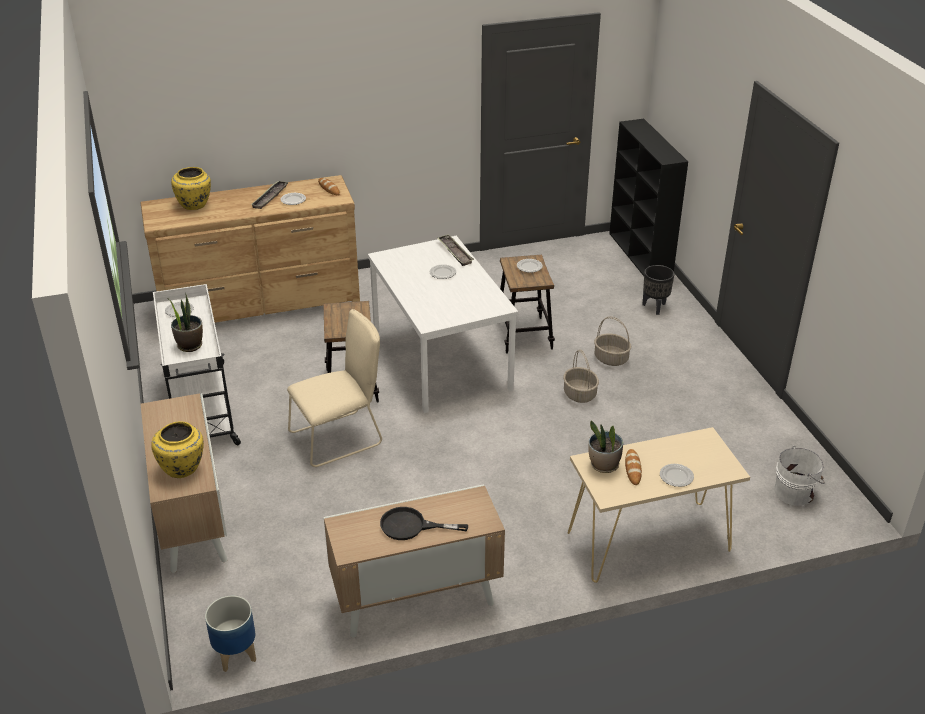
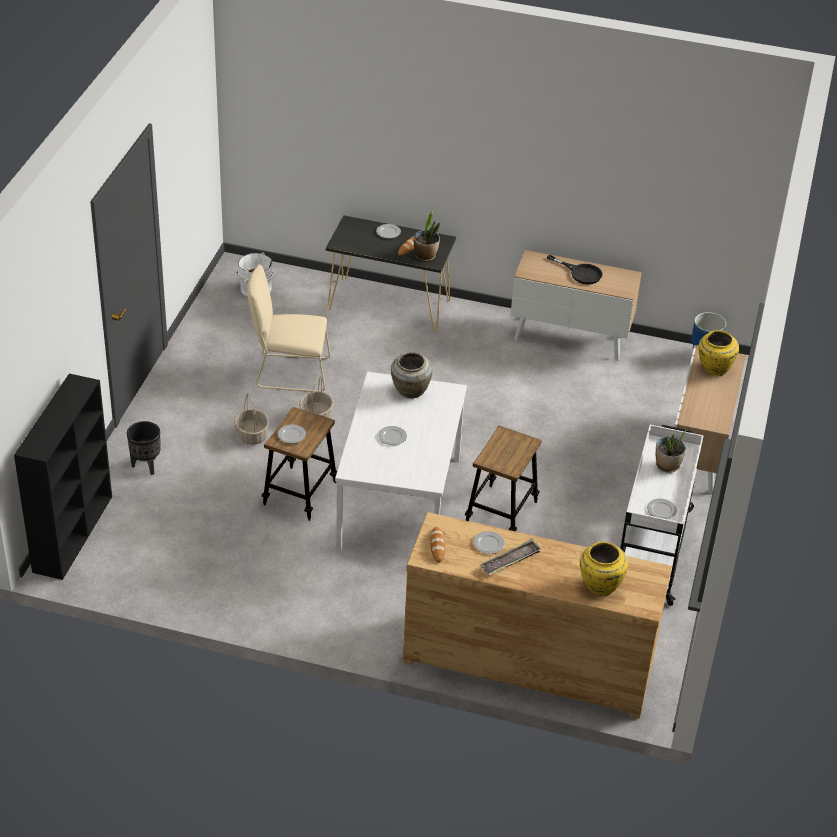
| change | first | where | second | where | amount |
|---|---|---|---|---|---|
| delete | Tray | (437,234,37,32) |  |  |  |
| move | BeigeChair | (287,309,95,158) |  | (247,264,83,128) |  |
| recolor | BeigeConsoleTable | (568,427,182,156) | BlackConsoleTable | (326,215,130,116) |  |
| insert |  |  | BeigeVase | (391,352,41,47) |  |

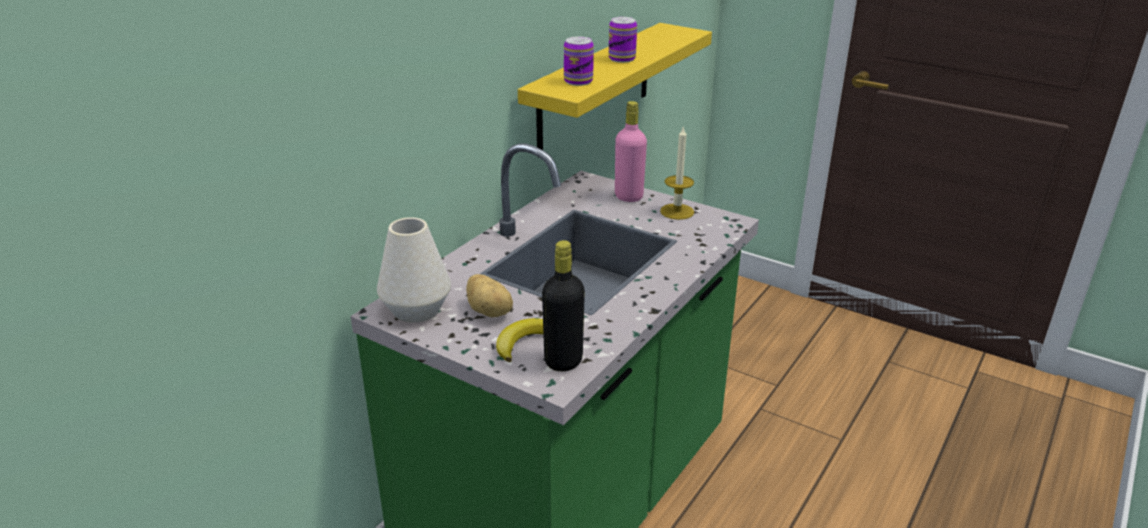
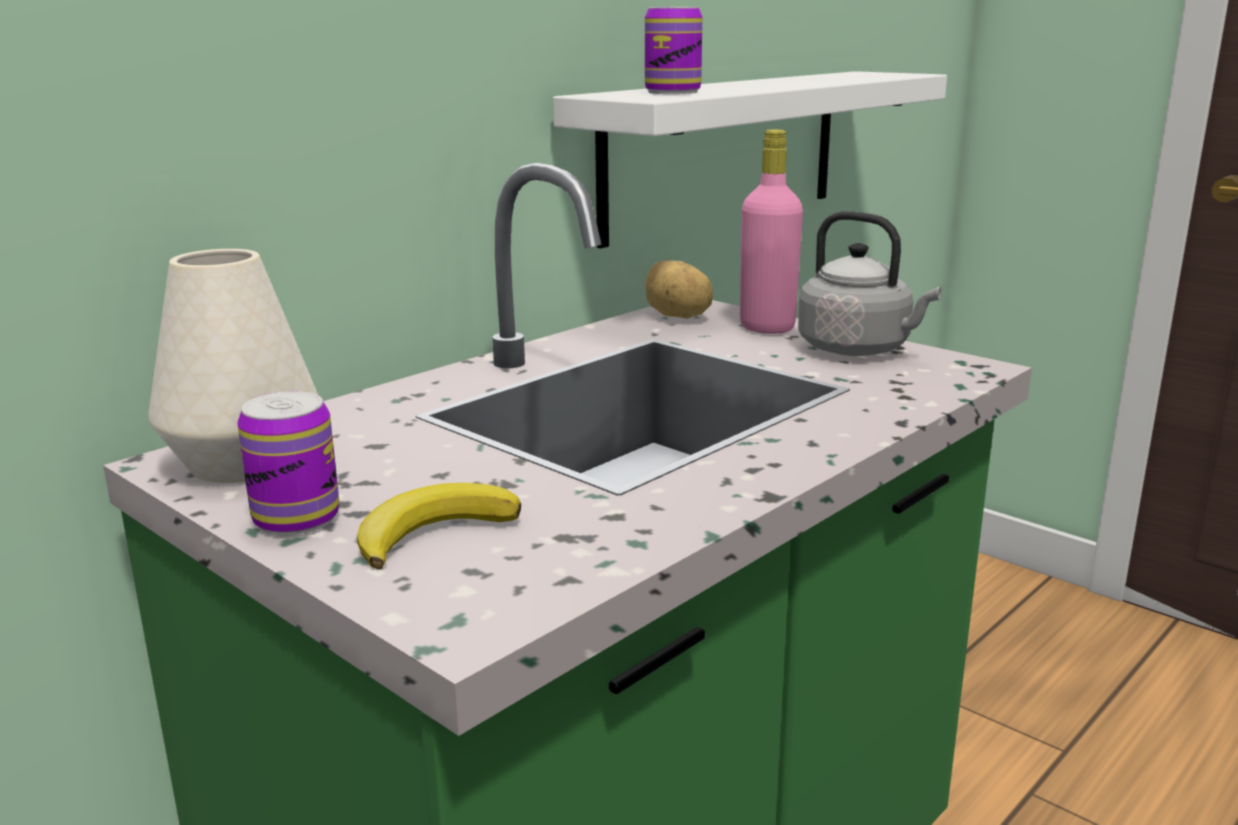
| change | first | where | second | where | amount |
|---|---|---|---|---|---|
| move | Can | (609,17,28,46) |  | (237,391,102,144) |  |
| recolor | YellowShelf | (518,23,194,127) | WhiteShelf | (553,71,394,178) |  |
| replace | Candle | (660,125,34,95) | GreyKettle | (798,211,143,145) |  |
| delete | BlackBottle | (542,240,43,131) |  |  |  |
| move | Potato | (466,274,47,43) |  | (645,260,68,59) |  |

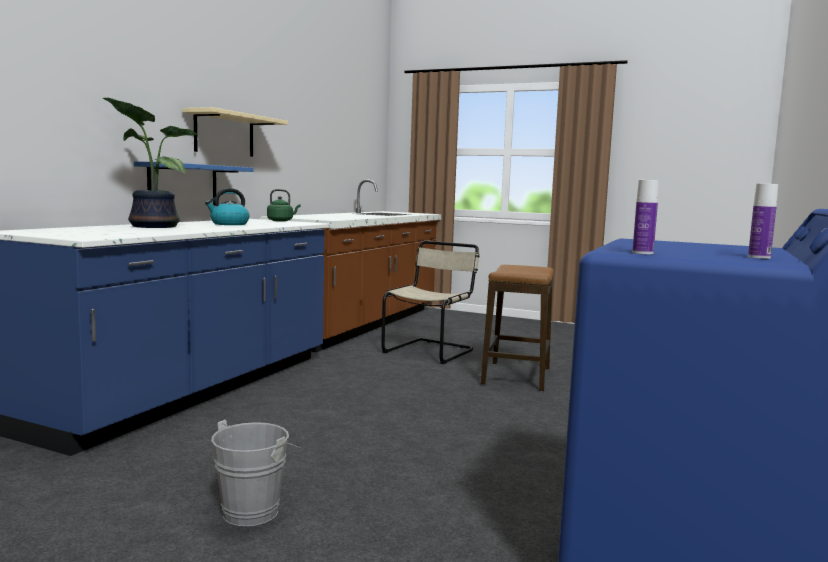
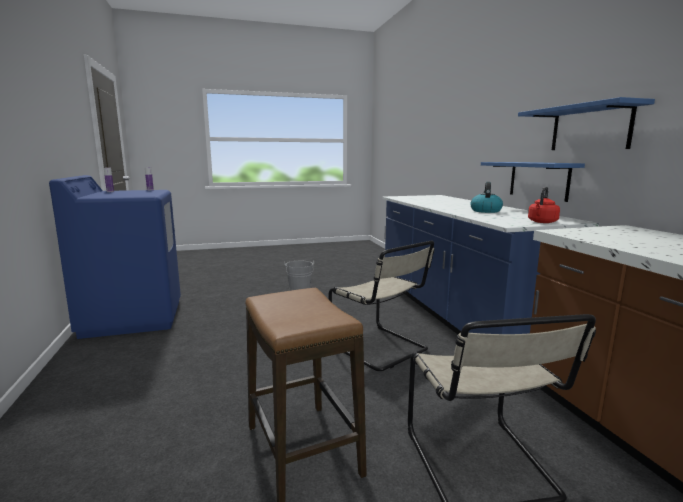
| change | first | where | second | where | amount |
|---|---|---|---|---|---|
| delete | PottedPlant | (103,97,95,131) |  |  |  |
| recolor | BeigeShelf | (182,107,106,50) | BlueShelf | (518,97,137,53) |  |
| recolor | GreenKettle | (267,189,34,33) | RedKettle | (528,187,32,36) |  |
| insert |  |  | BeigeChair | (329,241,105,130) |  |

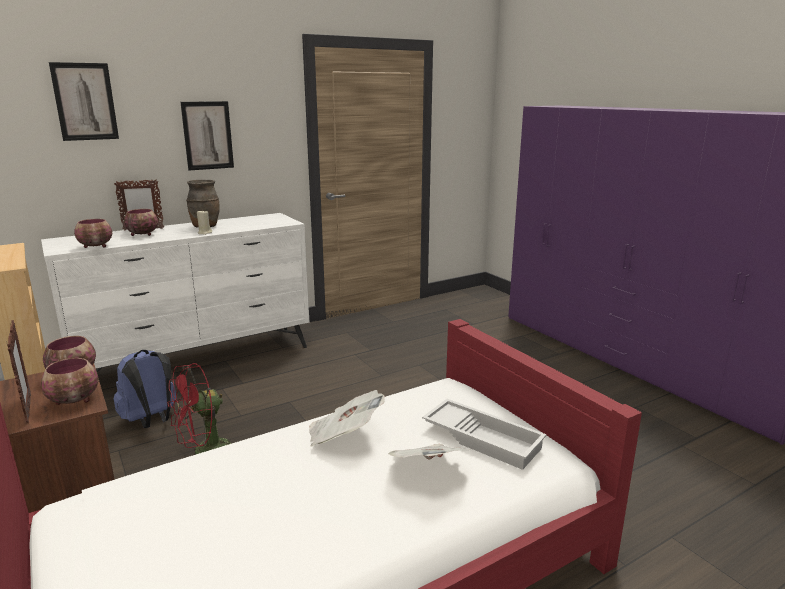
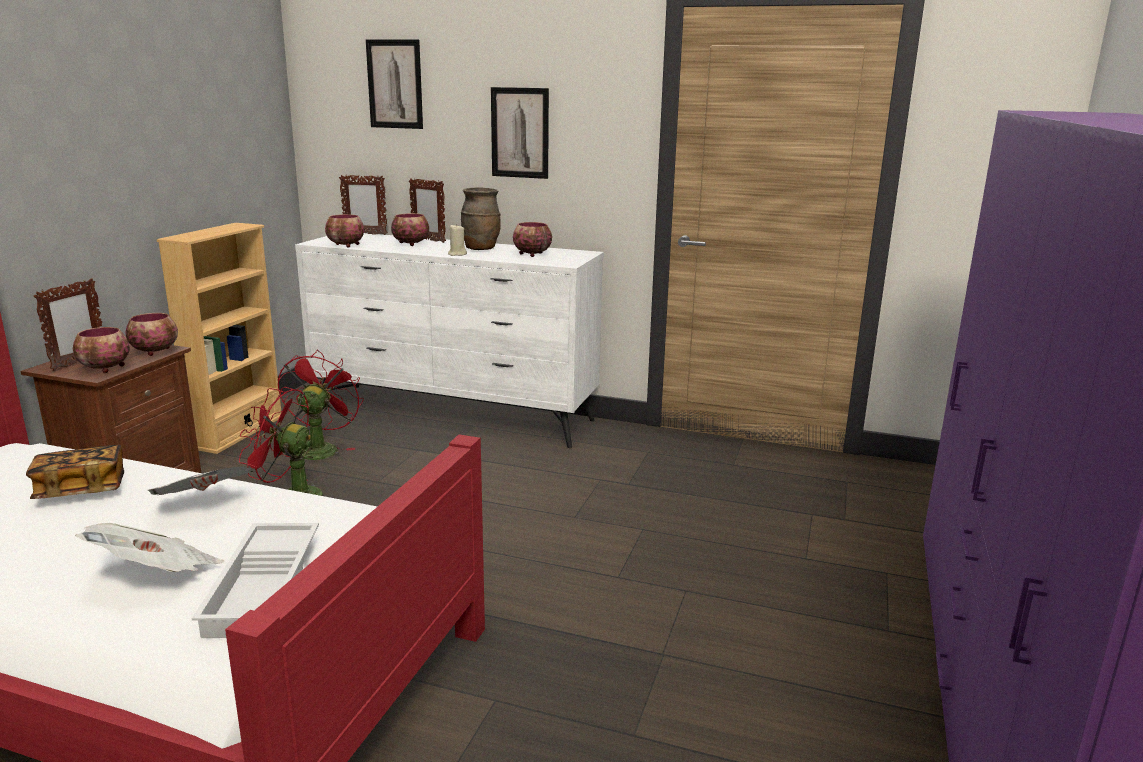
| change | first | where | second | where | amount |
|---|---|---|---|---|---|
| replace | BlueBackpack | (113,350,63,78) | RedFan | (278,350,86,110) |  |
| insert |  |  | PictureFrame | (339,175,49,60) |  |
| insert |  |  | Bowl | (513,222,39,35) |  |
| insert |  |  | Book | (26,445,98,54) |  |

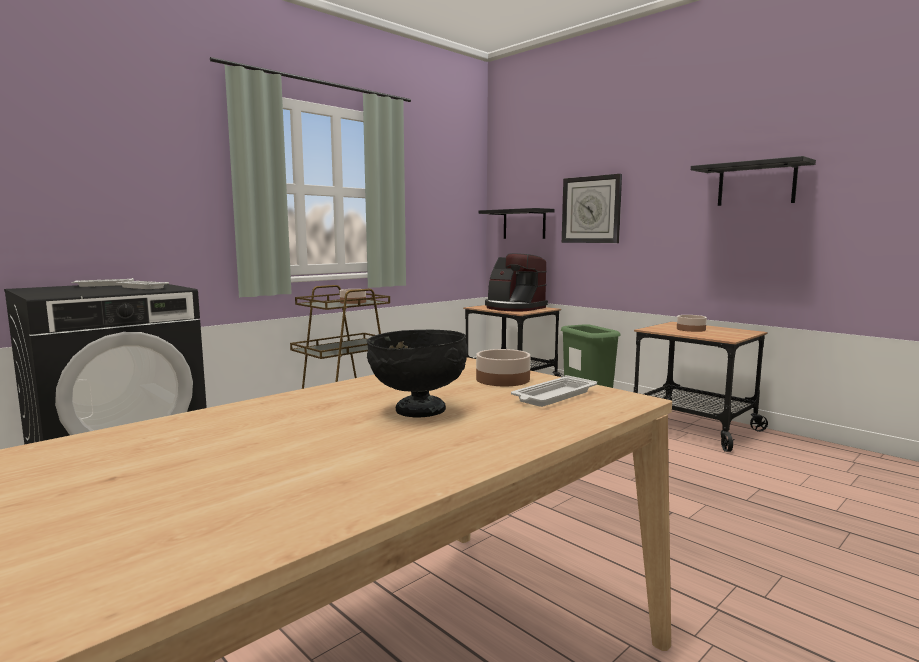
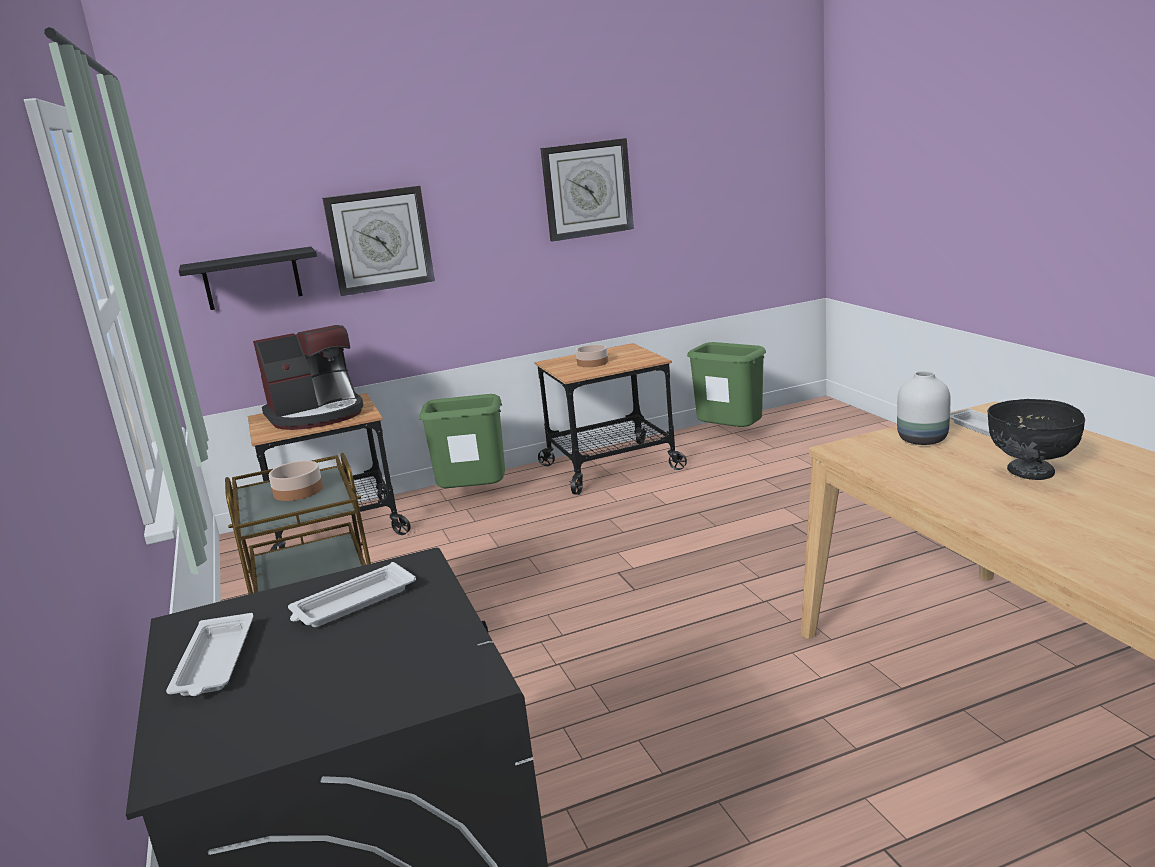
| change | first | where | second | where | amount |
|---|---|---|---|---|---|
| replace | BlackShelf | (691,156,125,50) | WallClock | (540,138,94,104) |  |
| replace | Bowl | (476,349,55,37) | WhiteVase | (897,371,54,74) |  |
| insert |  |  | GreenTrashCan | (687,342,79,85) |  |

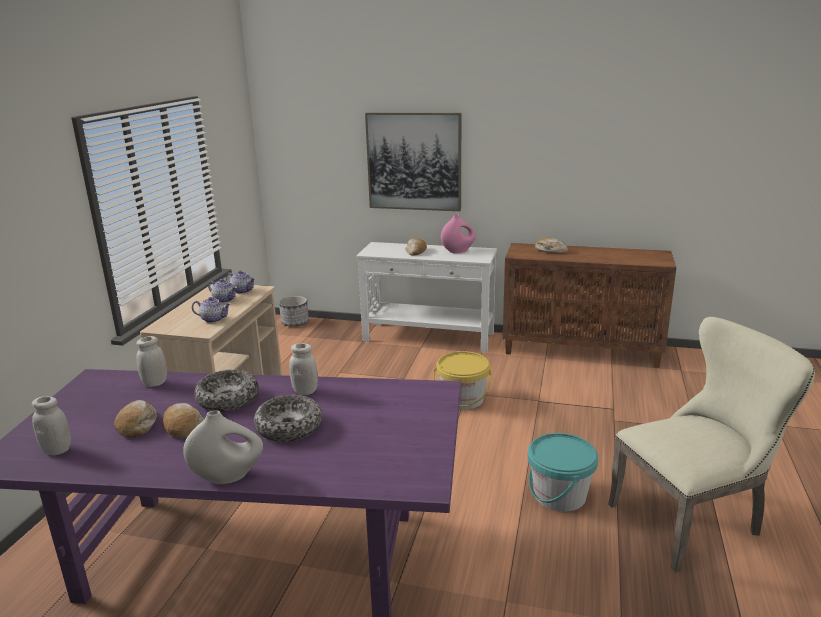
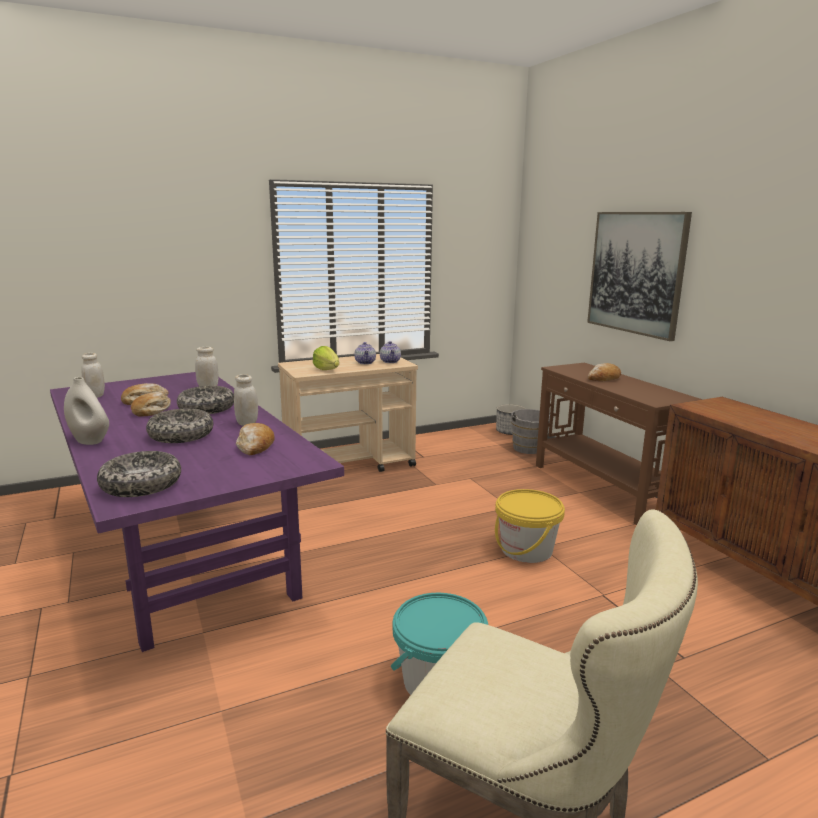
| change | first | where | second | where | amount |
|---|---|---|---|---|---|
| delete | PinkVase | (441,215,35,38) |  |  |  |
| move | Bread | (535,238,33,15) |  | (236,423,39,32) |  |
| recolor | WhiteConsoleTable | (356,242,141,110) | BrownConsoleTable | (536,363,167,162) |  |
| replace | Teapot | (192,297,39,26) | Lettuce | (313,346,26,24) |  |
| insert |  |  | GreyBucket | (511,409,43,45) |  |
| insert |  |  | Bowl | (97,451,84,46) |  |

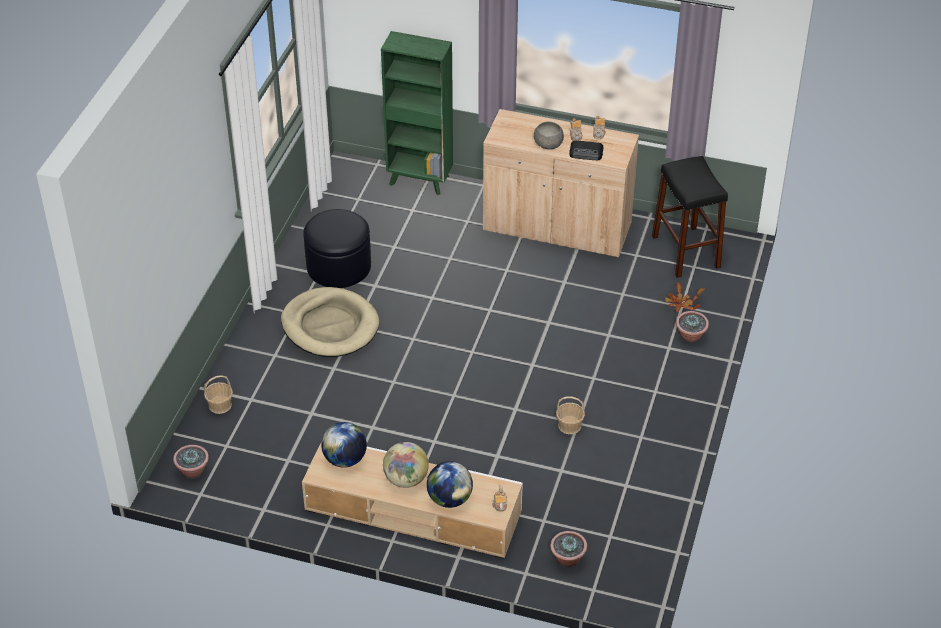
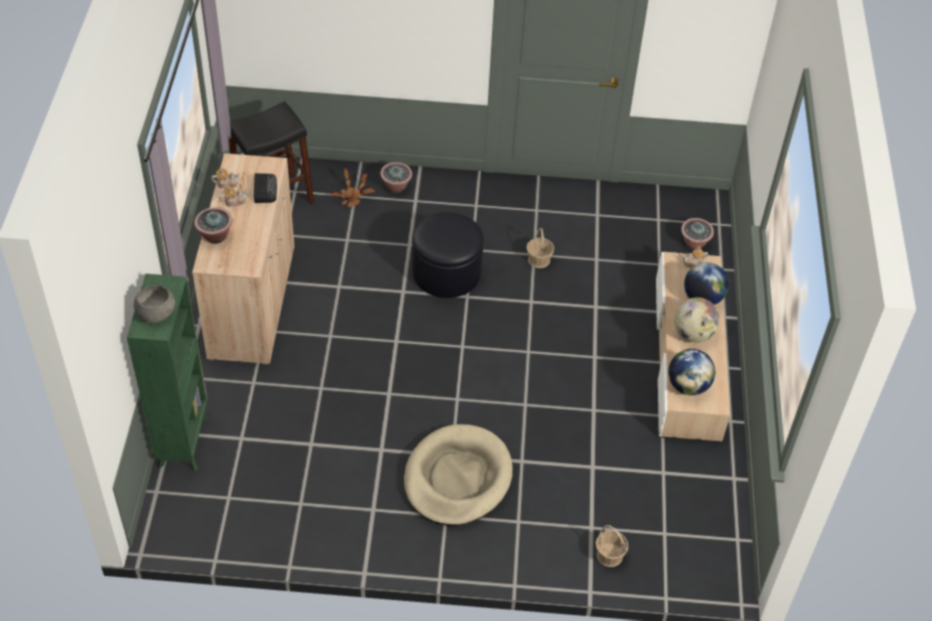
| change | first | where | second | where | amount |
|---|---|---|---|---|---|
| move | GreyBowl | (534,122,30,28) |  | (134,285,41,38) |  |
| move | BlackOttoman | (303,209,68,79) |  | (412,212,72,86) |  |
| move | PottedPlant | (173,445,36,34) |  | (194,207,38,37) |  |

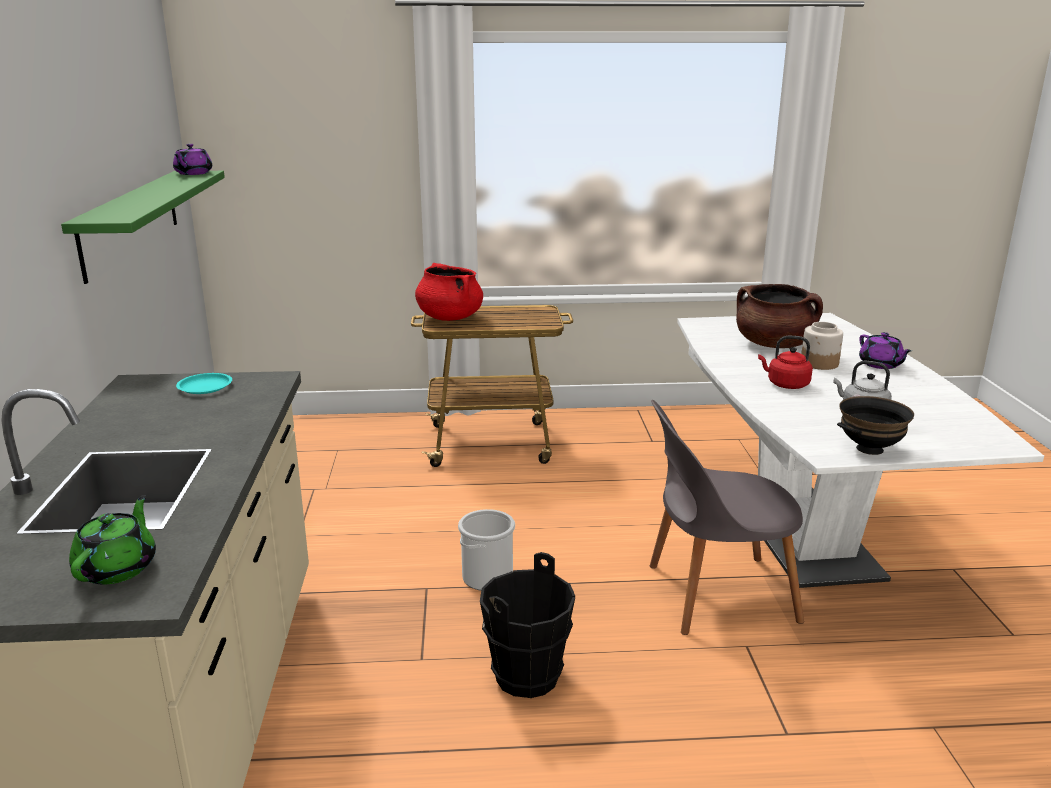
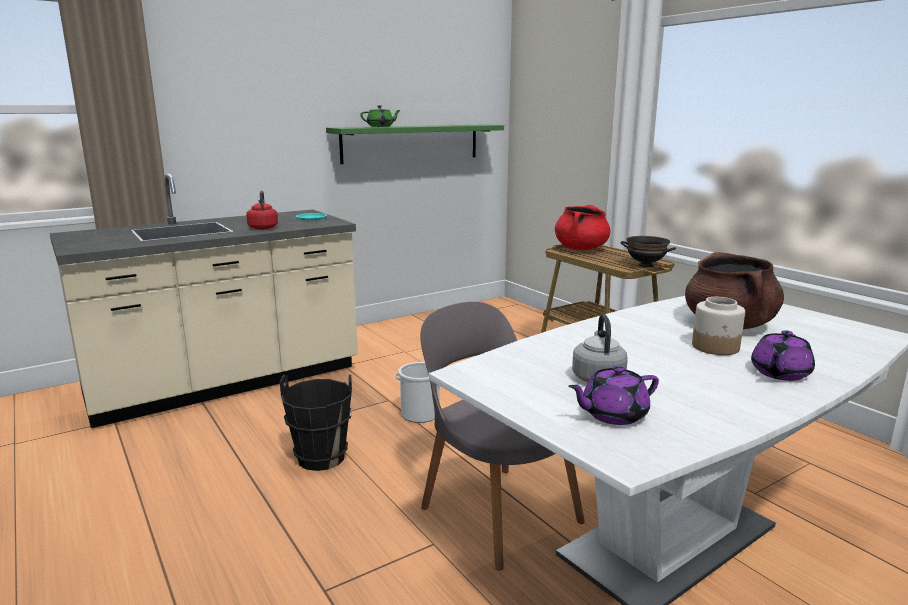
| change | first | where | second | where | amount |
|---|---|---|---|---|---|
| move | PurpleTeapot | (173,144,39,31) |  | (568,366,91,59) |  |
| move | RedKettle | (758,336,55,53) |  | (246,191,32,38) |  |
| move | BlackBowl | (837,396,77,59) |  | (621,236,55,31) |  |
| move | GreenTeapot | (69,495,87,89) |  | (360,105,40,22) |  |

